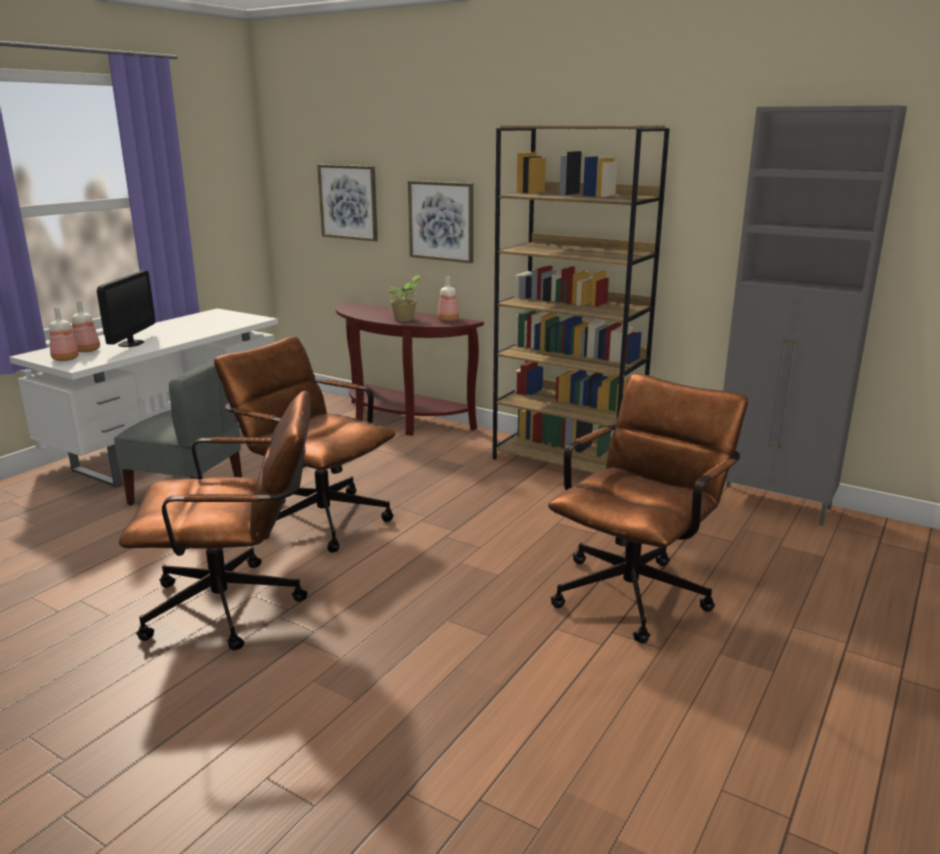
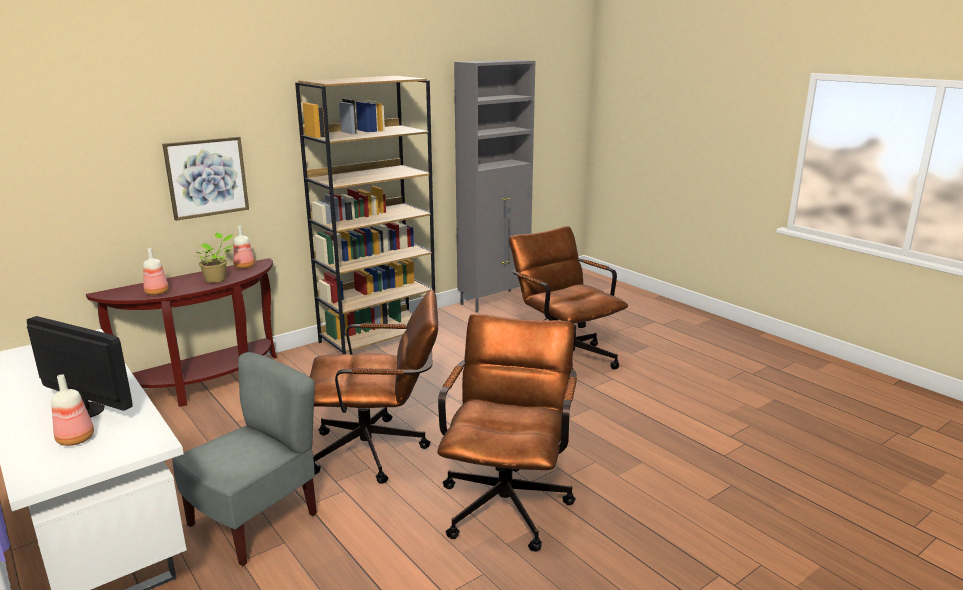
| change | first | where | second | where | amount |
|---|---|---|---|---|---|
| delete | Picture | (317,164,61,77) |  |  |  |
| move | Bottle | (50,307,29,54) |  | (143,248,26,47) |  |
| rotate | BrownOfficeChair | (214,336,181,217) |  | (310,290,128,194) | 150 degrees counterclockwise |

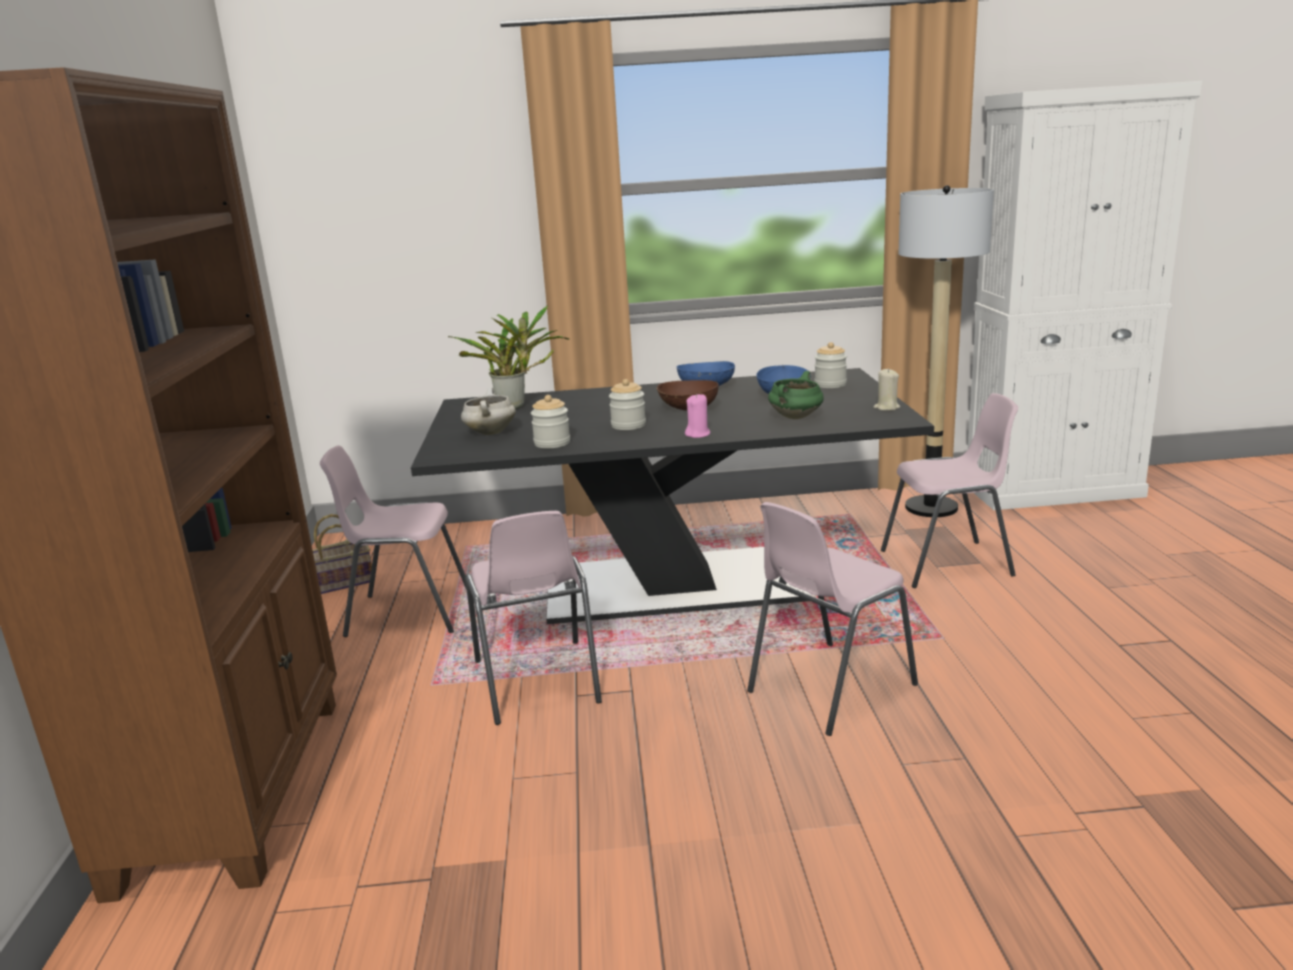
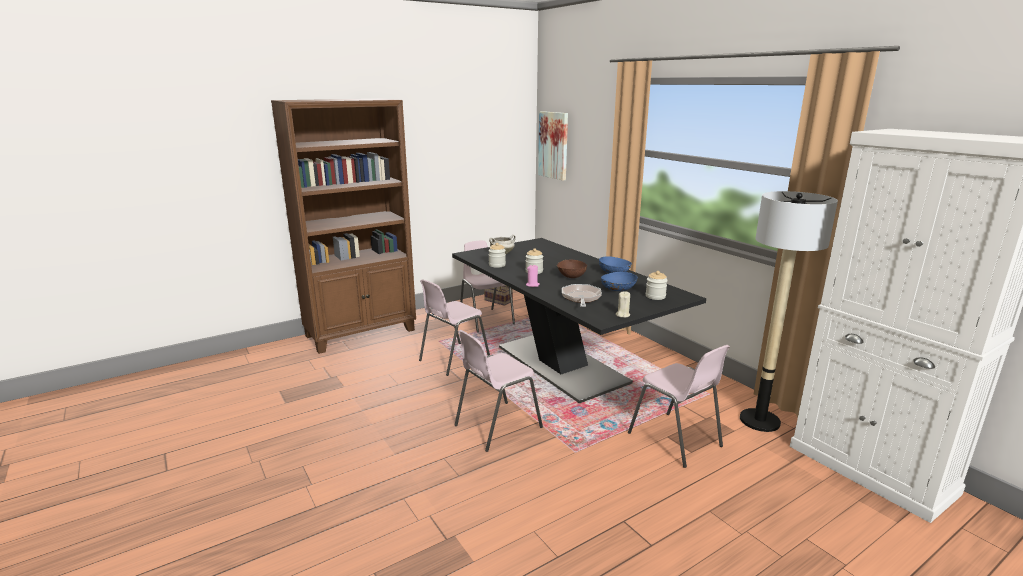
| change | first | where | second | where | amount |
|---|---|---|---|---|---|
| delete | PottedPlant | (448,305,122,104) |  |  |  |
| replace | GreenCookingPot | (768,371,56,48) | FryingPan | (562,284,40,23) |  |
| rotate | PinkChair | (747,502,171,234) |  | (455,330,88,122) | 60 degrees counterclockwise |
| insert |  |  | Picture | (538,111,30,70) |  |

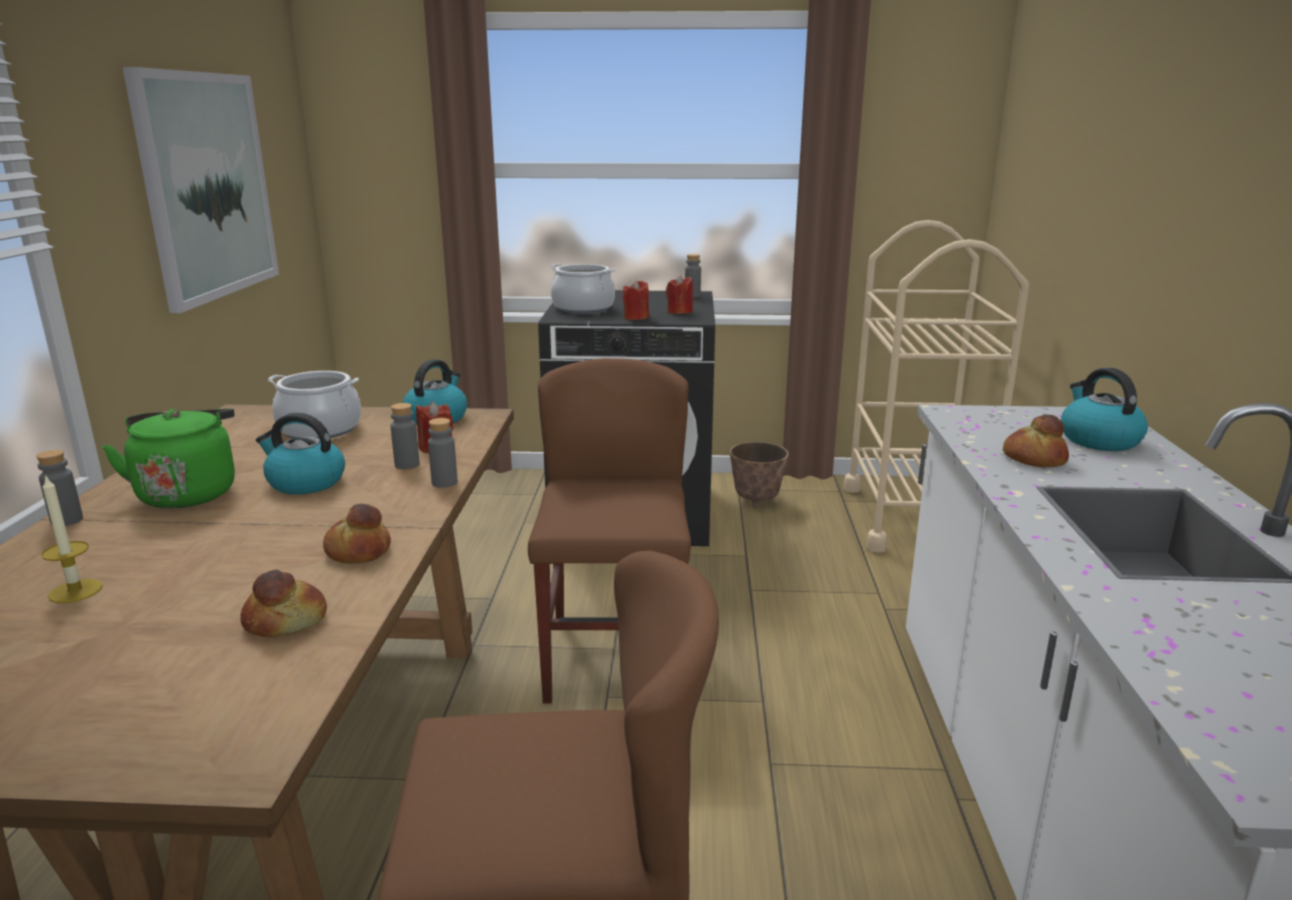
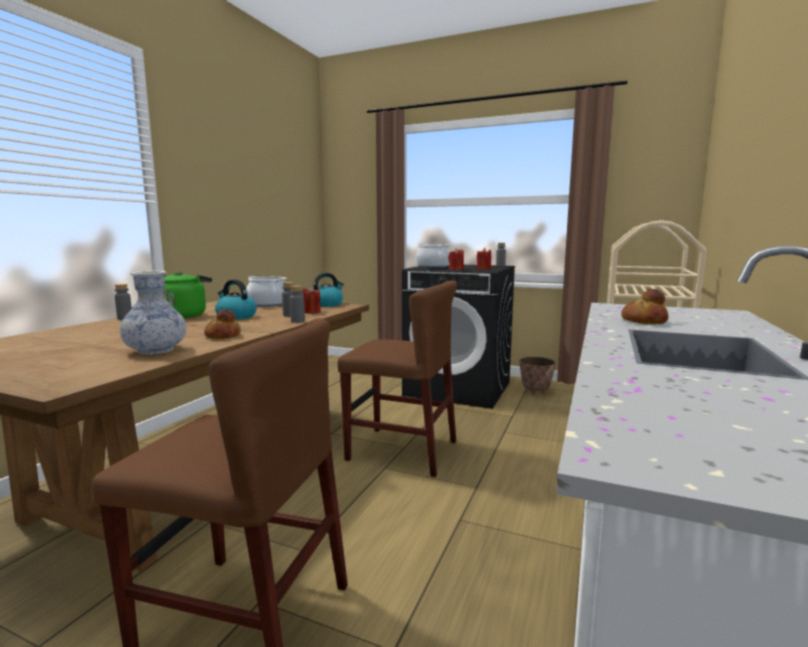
| change | first | where | second | where | amount |
|---|---|---|---|---|---|
| delete | Picture | (123,67,156,246) |  |  |  |
| rotate | BrownChair | (528,358,163,346) |  | (338,280,119,197) | 90 degrees clockwise |
| delete | Kettle | (1061,368,87,83) |  |  |  |
| delete | Candle | (41,474,62,129) |  |  |  |
| replace | Bread | (240,569,87,68) | Vase | (120,270,66,85) |  |

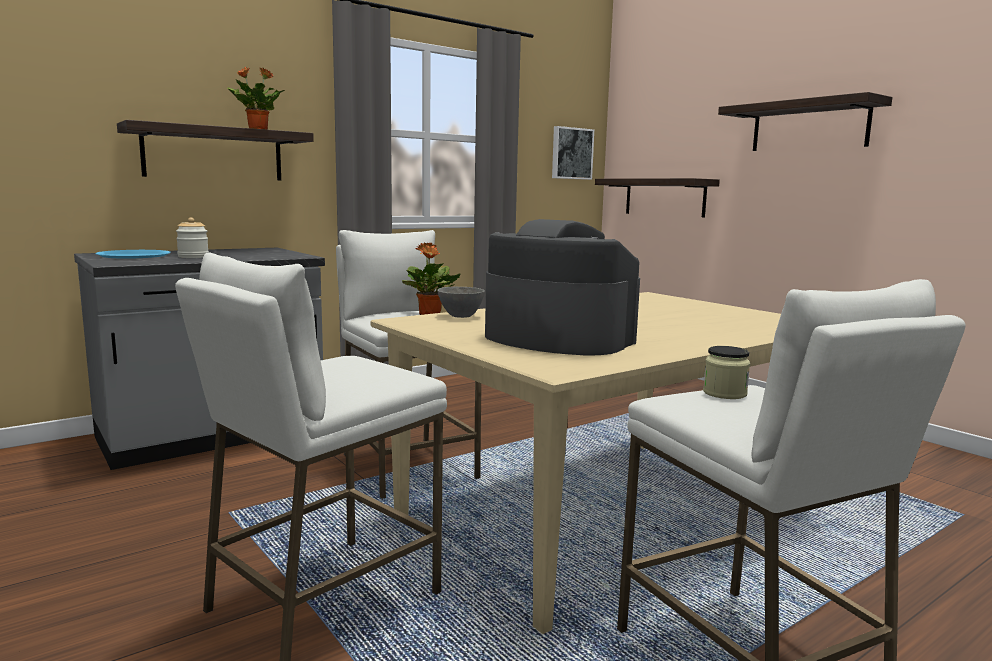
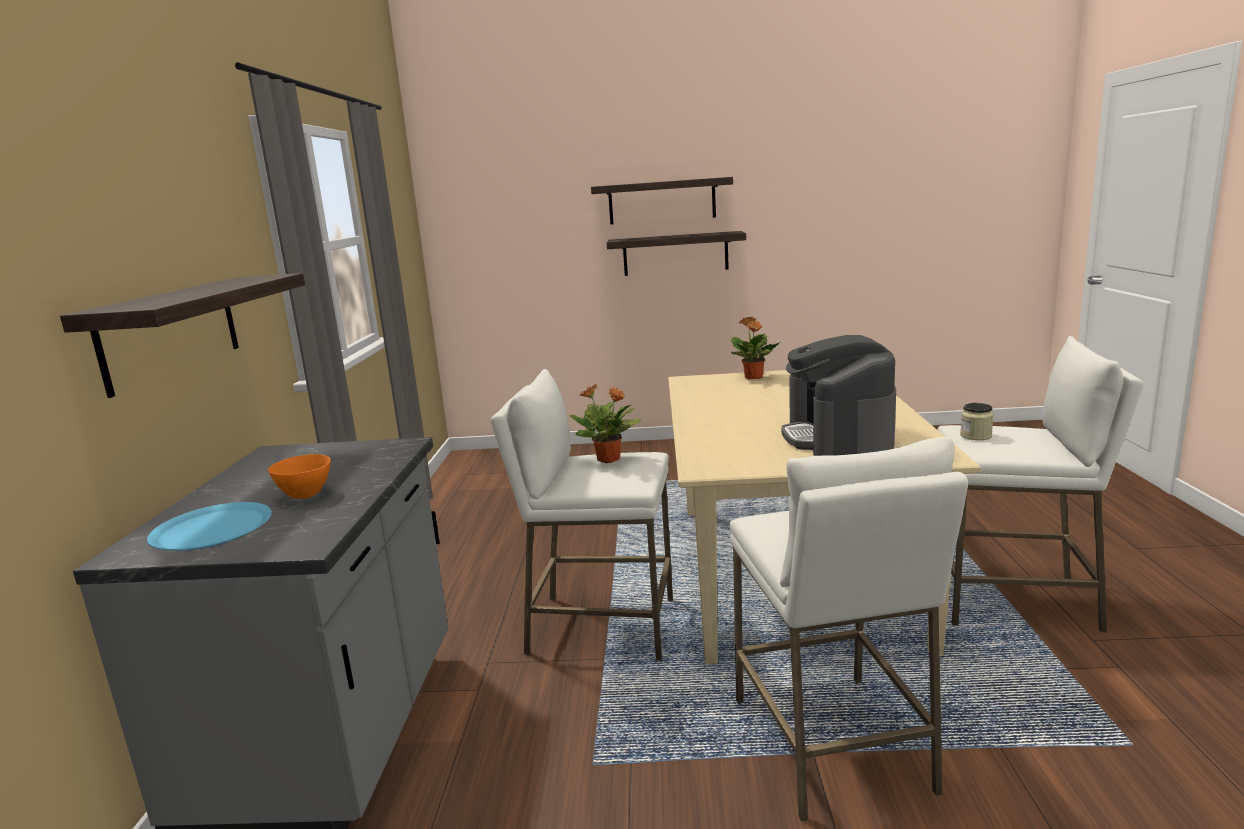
| change | first | where | second | where | amount |
|---|---|---|---|---|---|
| move | PottedPlant | (227,67,58,63) |  | (731,317,50,62) |  |
| delete | Picture | (552,126,42,54) |  |  |  |
| move | Shelf | (595,178,125,39) |  | (607,231,139,45) |  |
| replace | Jar | (176,217,33,41) | OrangeBowl | (268,454,63,45) |  |
| rotate | CoffeeMachine | (485,219,155,137) |  | (781,335,115,121) | 75 degrees counterclockwise |
| delete | GreyBowl | (437,287,48,31) |  |  |  |

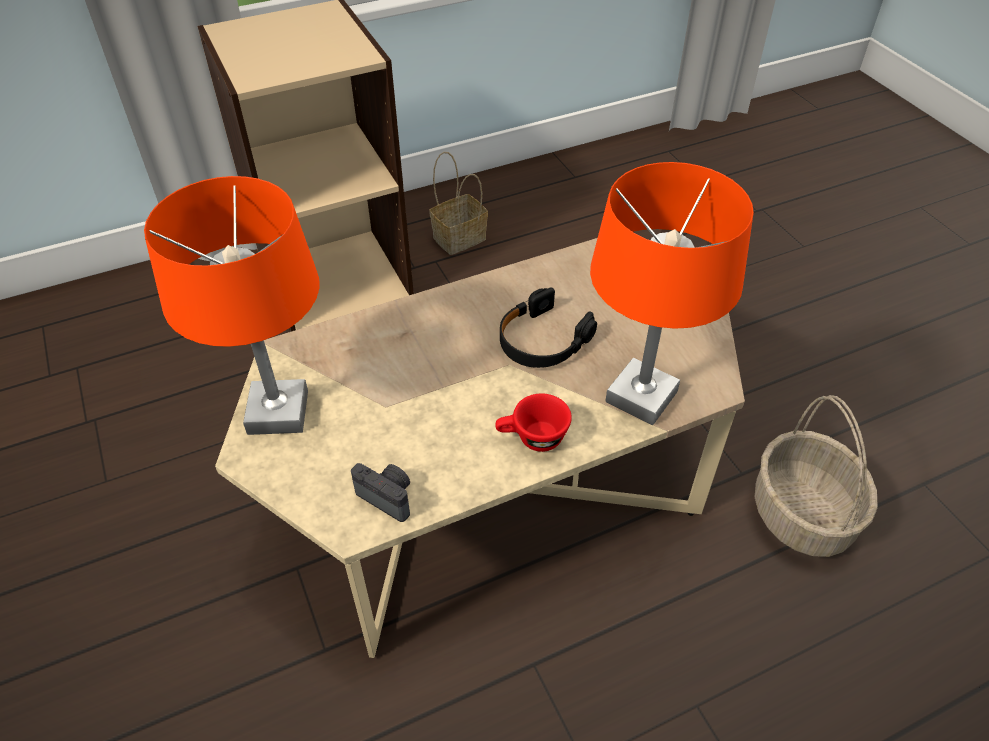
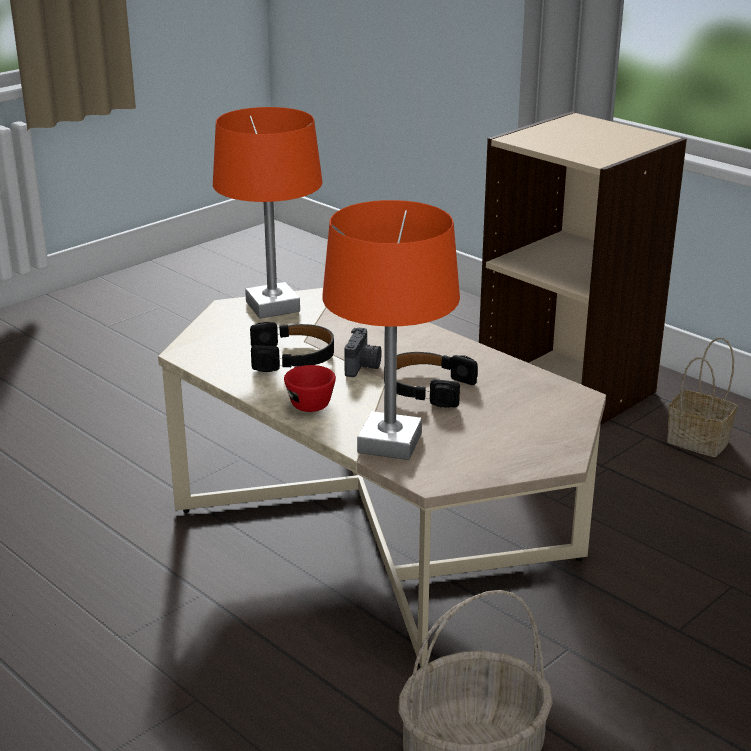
| change | first | where | second | where | amount |
|---|---|---|---|---|---|
| move | PhotoCamera | (351,463,59,59) |  | (344,328,38,49) |  |
| insert |  |  | BlackHeadphones | (250,322,84,50) |  |

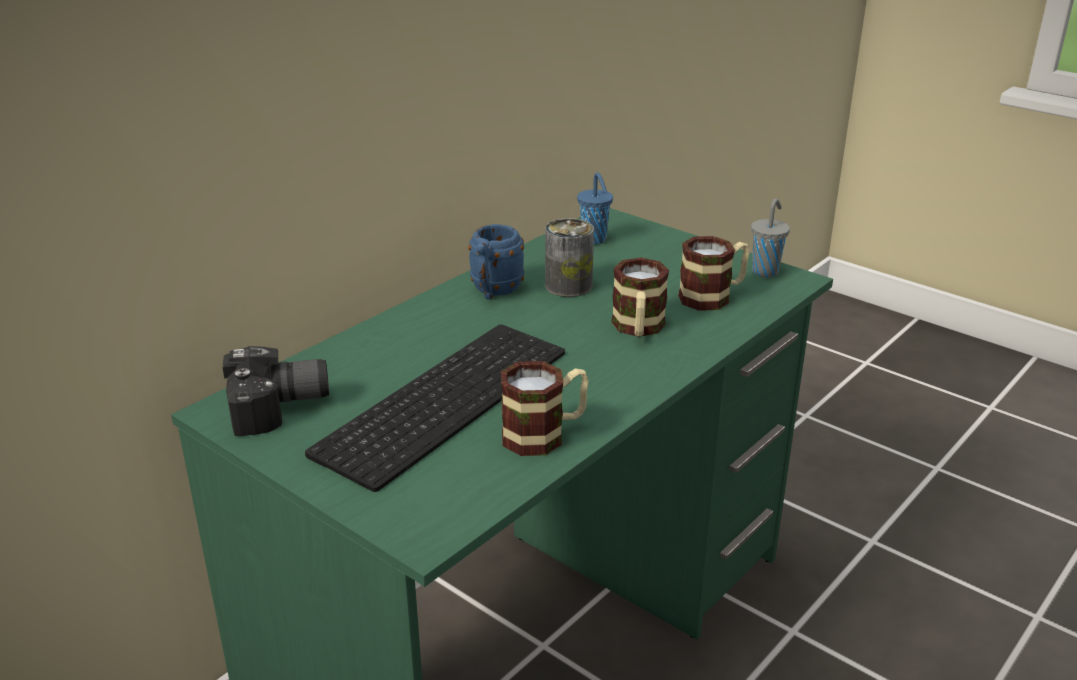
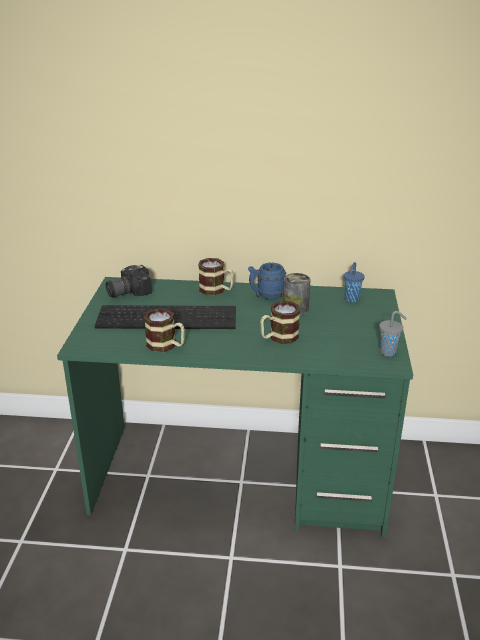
| change | first | where | second | where | amount |
|---|---|---|---|---|---|
| move | Mug | (678,236,72,75) |  | (198,258,36,37) |  |
| rotate | PhotoCamera | (222,346,107,90) |  | (106,265,46,32) | 105 degrees clockwise |

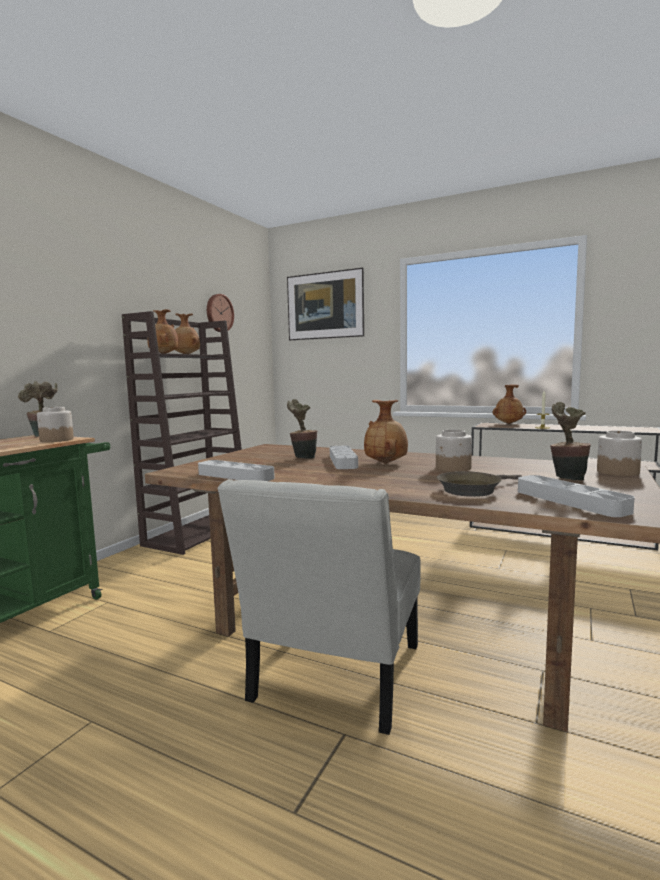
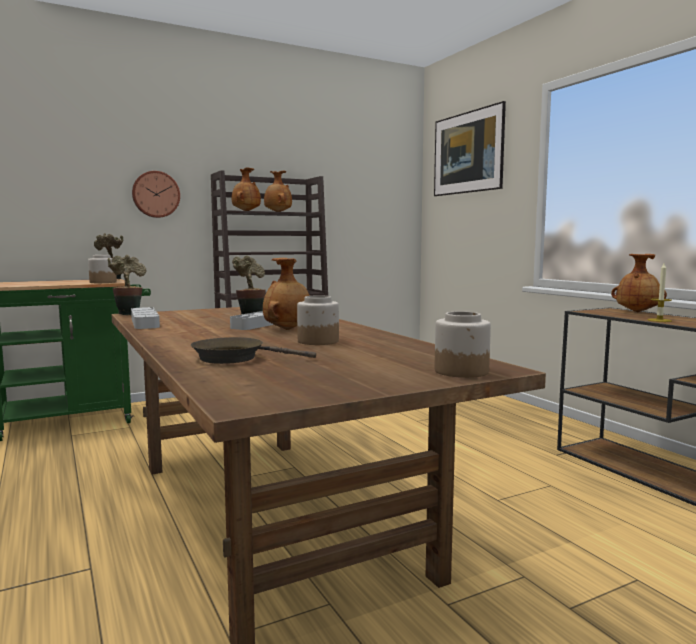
| change | first | where | second | where | amount |
|---|---|---|---|---|---|
| move | WallClock | (207,294,27,38) |  | (132,171,48,47) |  |
| move | PottedPlant | (550,402,41,79) |  | (107,255,40,60) |  |
| delete | GreyTray | (518,475,116,42) |  |  |  |
| delete | WhiteChair | (217,479,204,256) |  |  |  |

